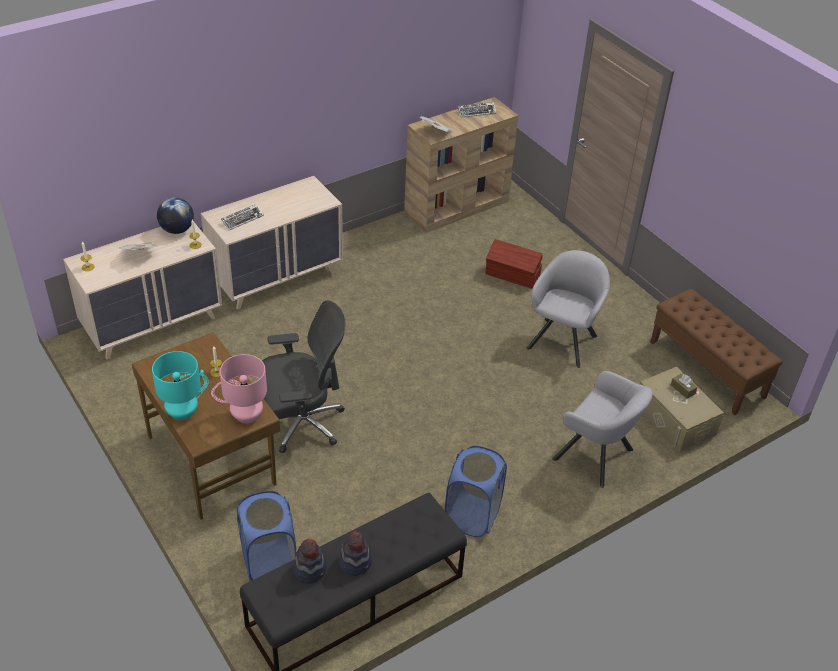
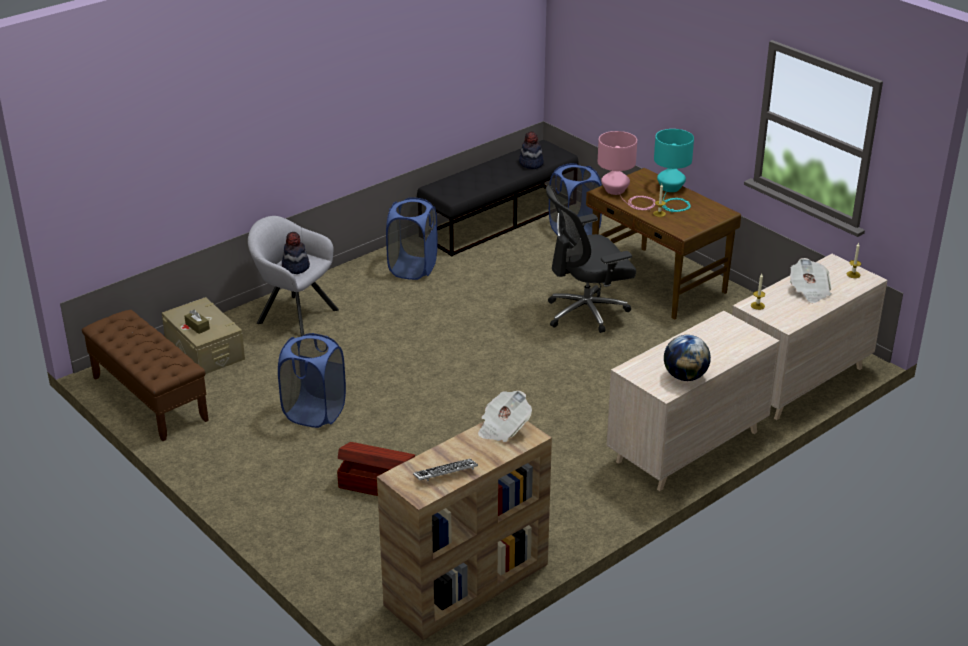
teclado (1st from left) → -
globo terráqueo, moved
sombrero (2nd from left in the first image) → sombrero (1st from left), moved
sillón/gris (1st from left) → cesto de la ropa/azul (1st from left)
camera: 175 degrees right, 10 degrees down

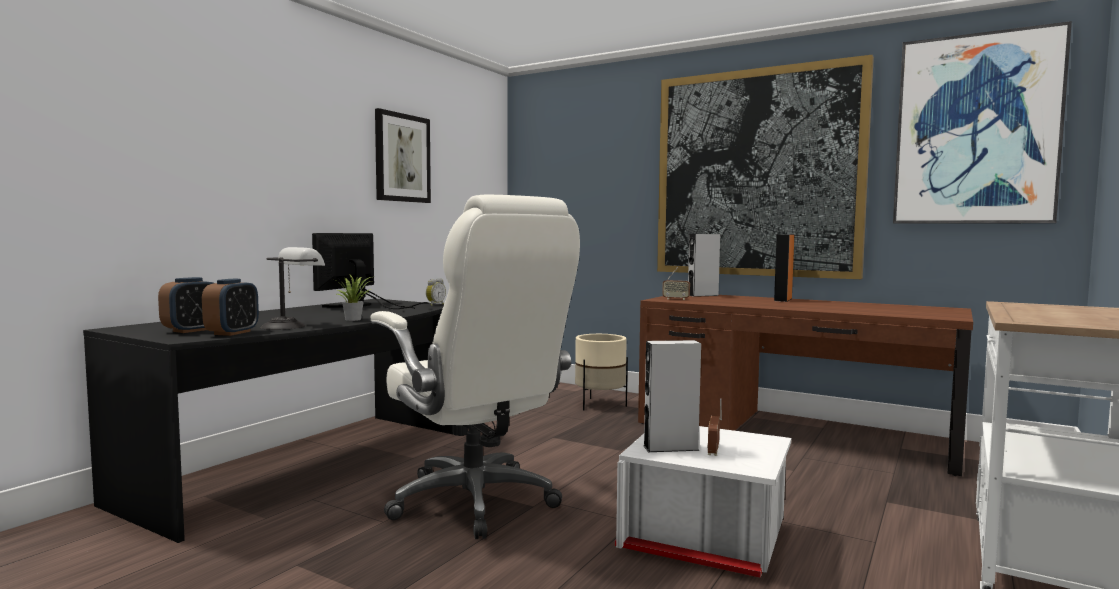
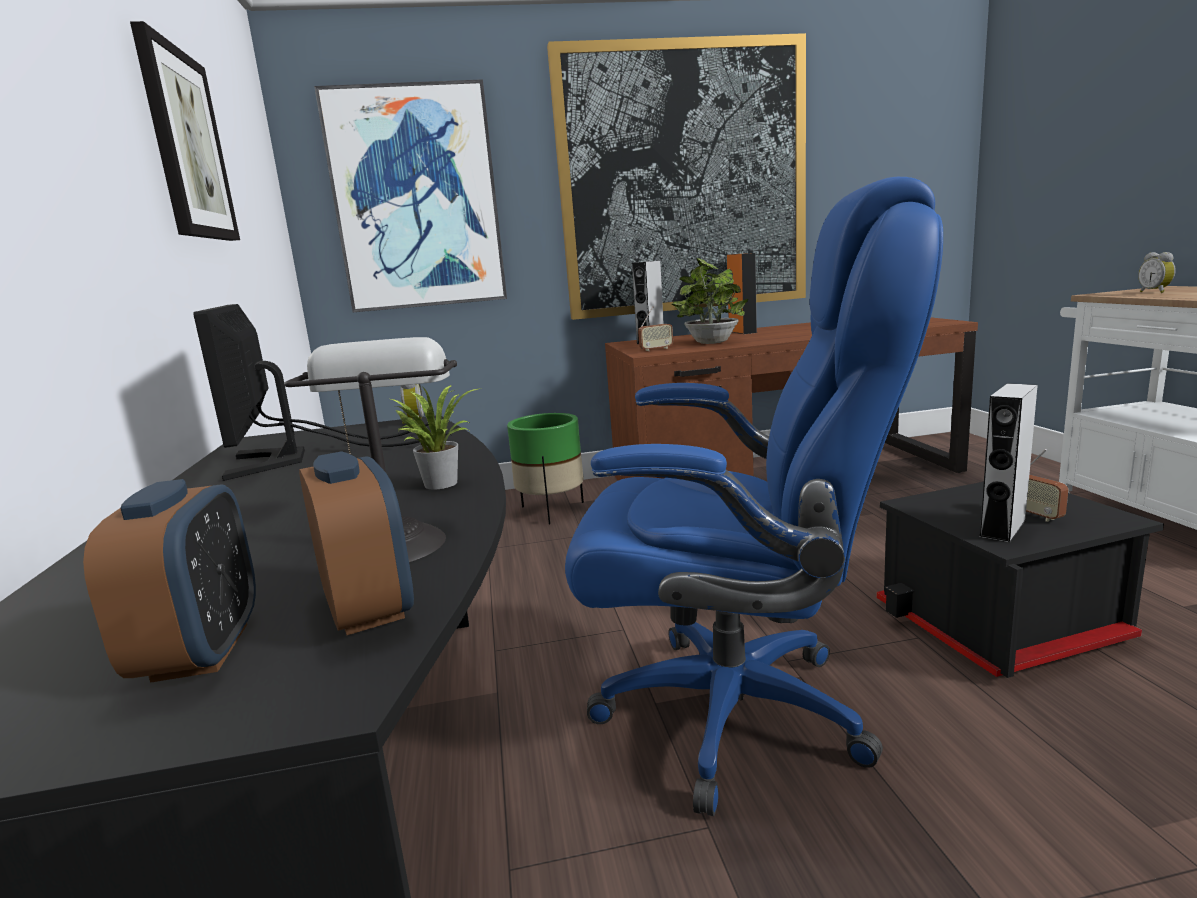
- → planta en maceta (2nd from left)
- → despertador (4th from left)
cuadro (3rd from left in the first image) → cuadro (2nd from left), moved
silla de oficina/blanco → silla de oficina/azul
maceta/beis → maceta/verde
caja de almacenaje/blanco → caja de almacenaje/negro
camera: 40 degrees left, 10 degrees up

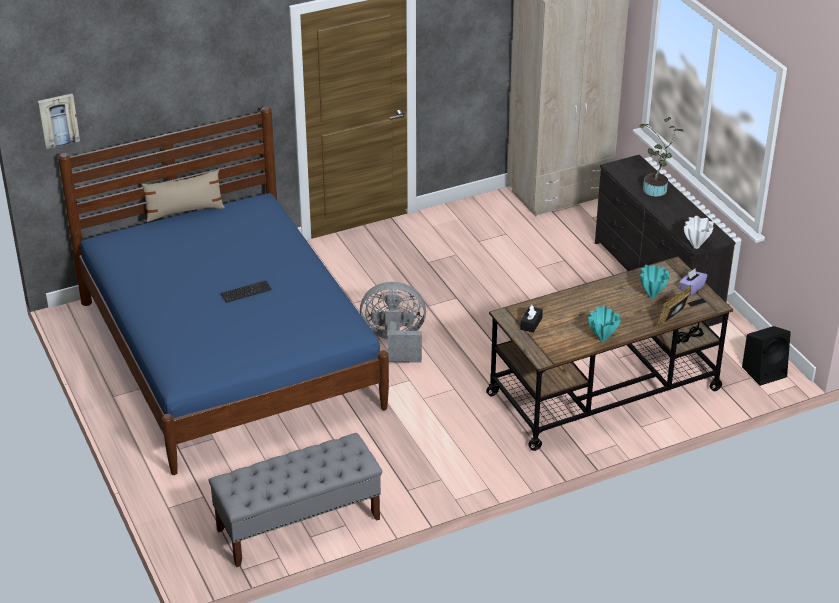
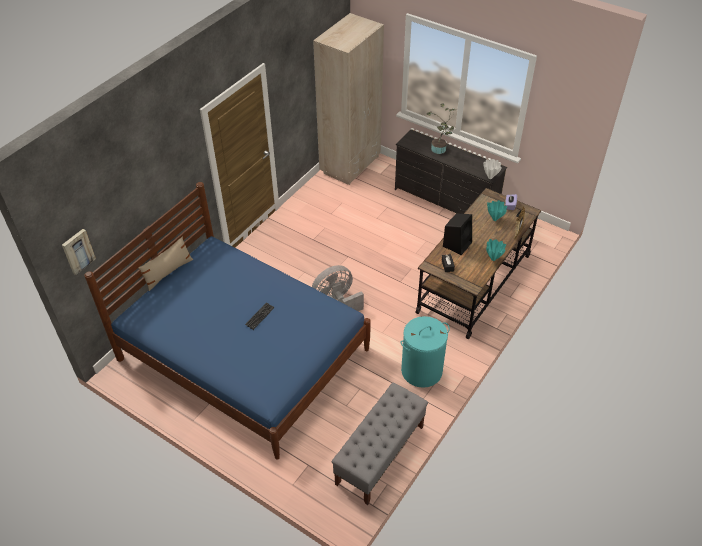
- → cesto de la ropa/turquesa
altavoz/negro, moved
camera: 30 degrees left, 10 degrees up

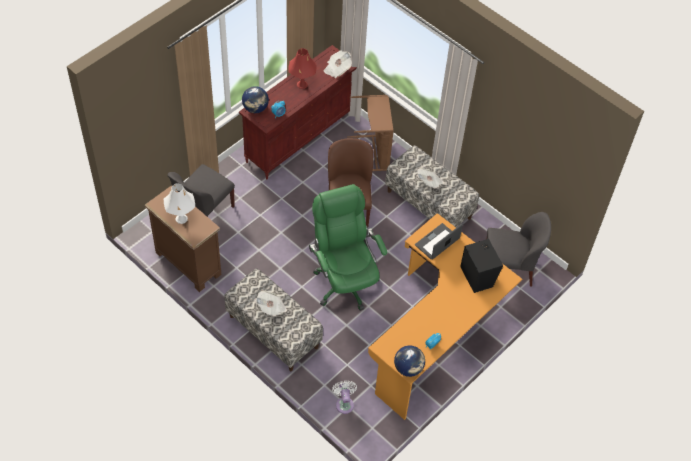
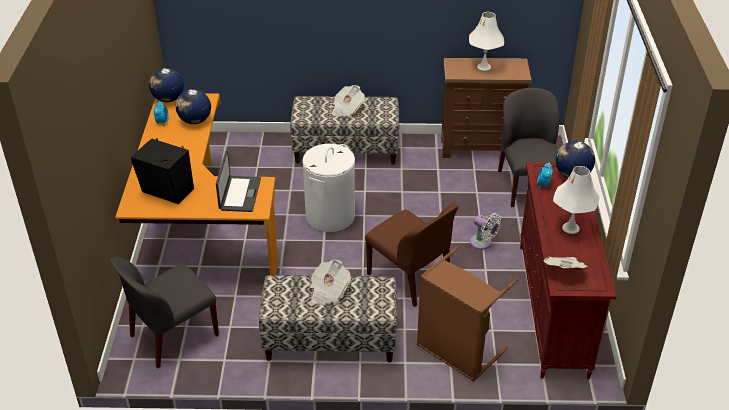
- → globo terráqueo (2nd from left)
ventilador/blanco, moved
silla de oficina/verde → cesto de la ropa/blanco
lámpara de mesa/rojo → lámpara de mesa/blanco (2nd from left)
camera: 140 degrees right, 15 degrees down

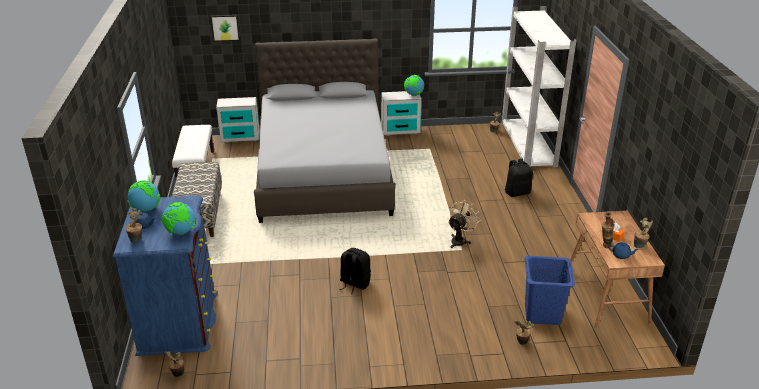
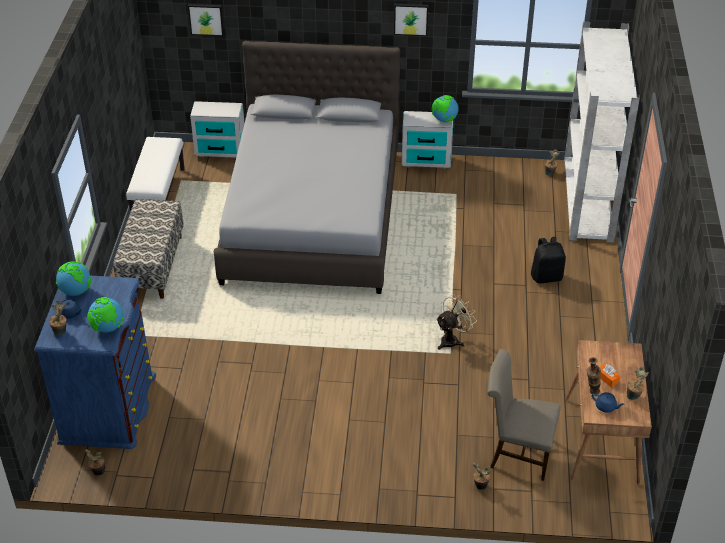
mochila/negro (1st from left) → -
- → cuadro (2nd from left)
cesto de la ropa/azul → silla/beis
camera: 10 degrees right, 10 degrees up

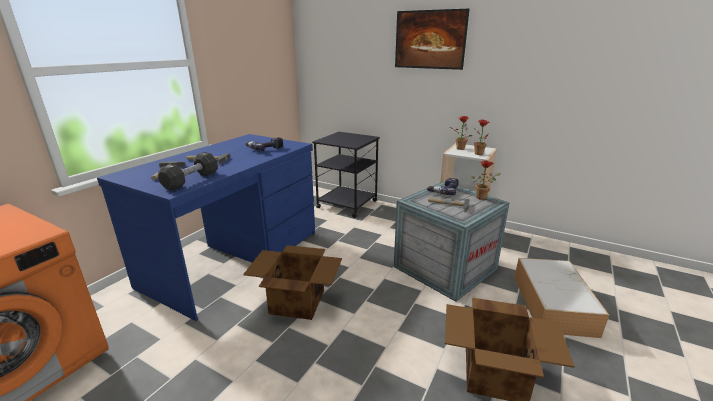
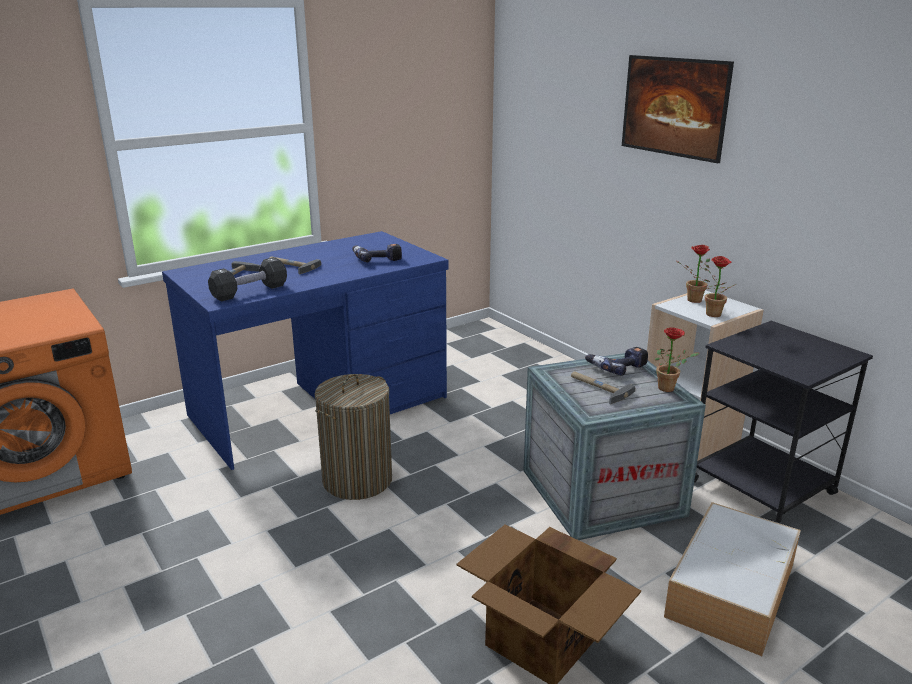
carrito/negro, moved
caja de cartón (1st from left) → cesto de la ropa
camera: 25 degrees right, 0 degrees up

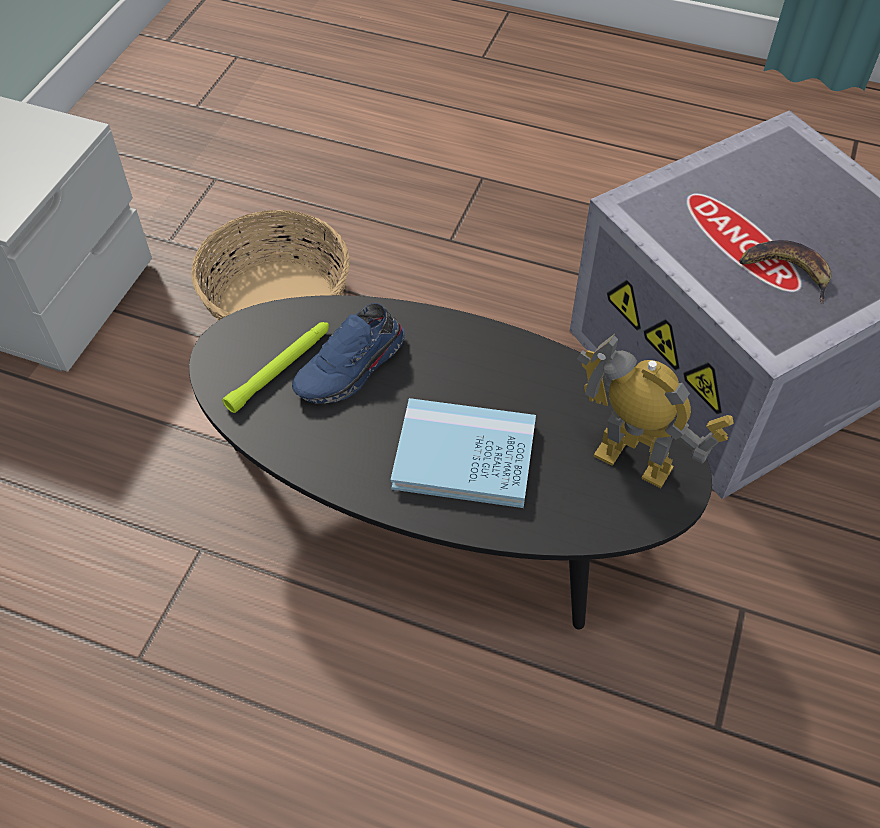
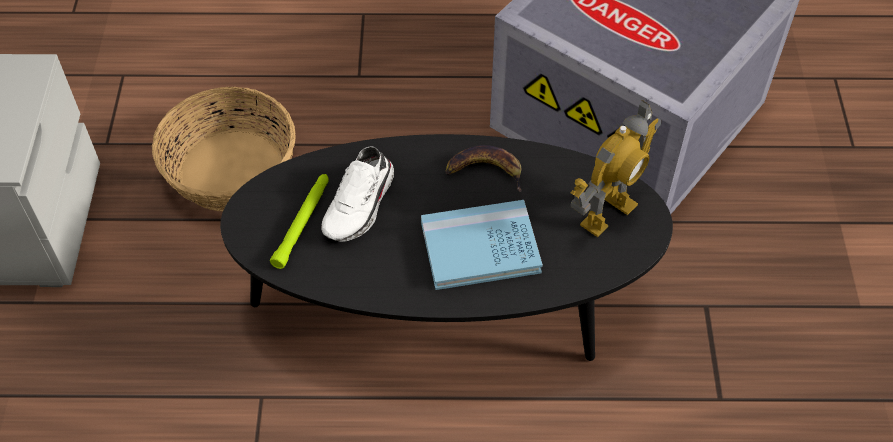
plátano, moved
zapato/azul → zapato/blanco
robot de juguete, 120 degrees clockwise
camera: 20 degrees left, 0 degrees up

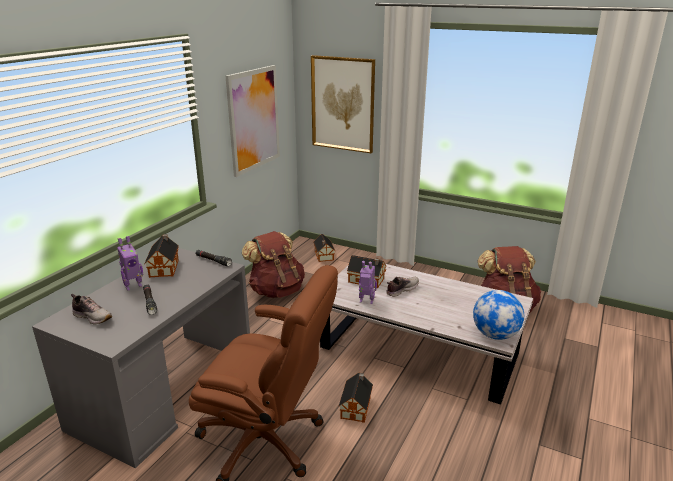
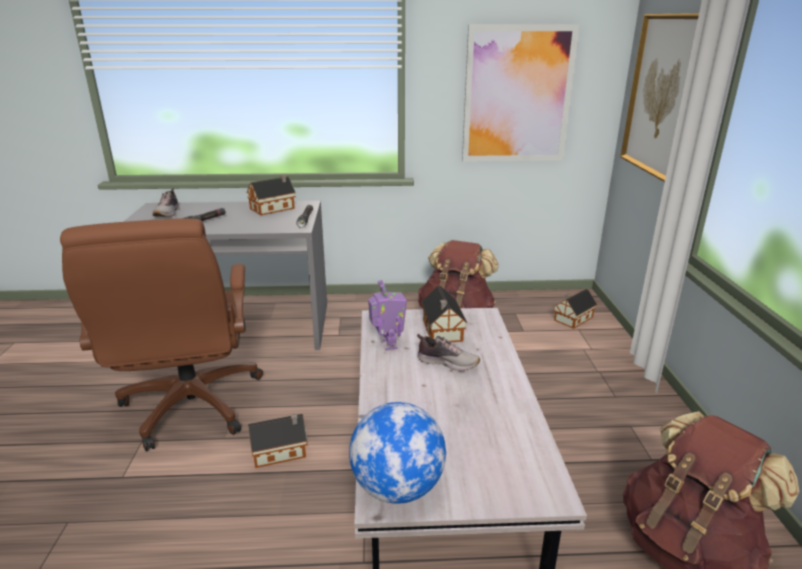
robot de juguete (1st from left) → -
camera: 60 degrees right, 0 degrees up

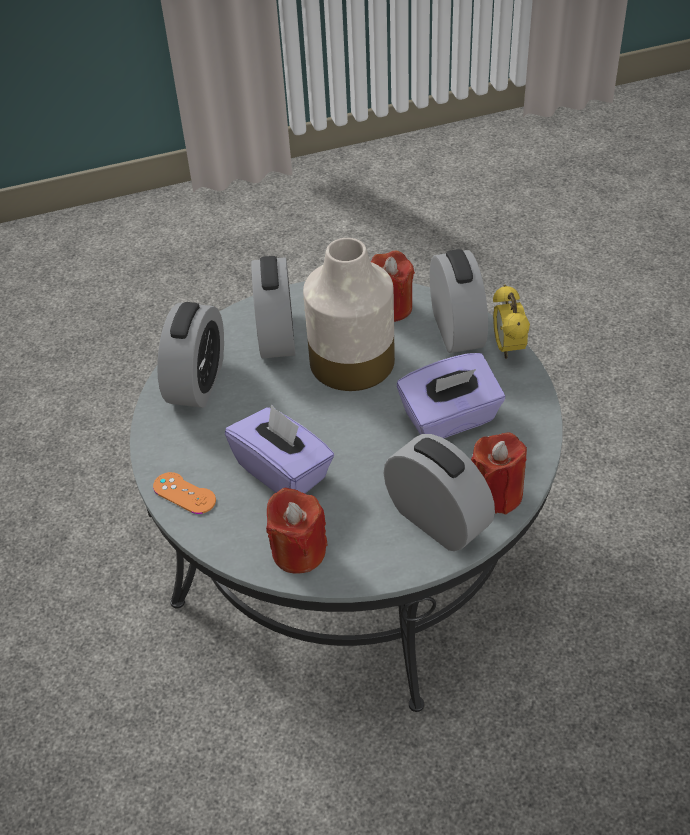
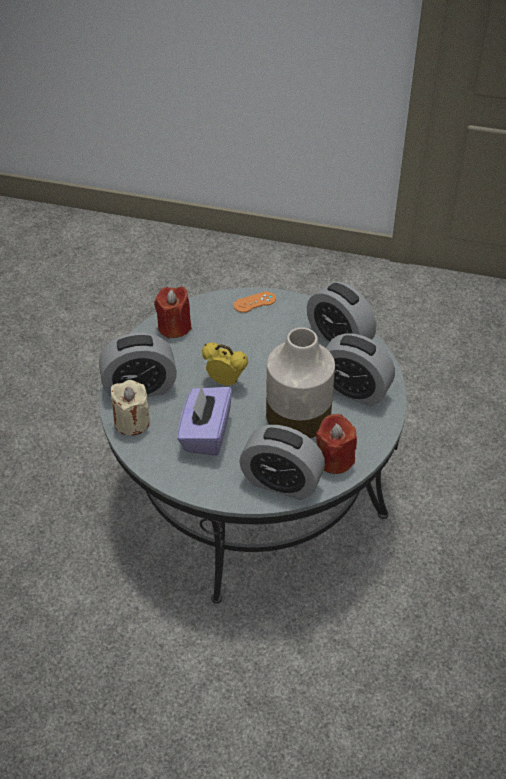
caja de pañuelos/morado (1st from left) → -
despertador (5th from left in the first image) → despertador (2nd from left), moved
vela/rojo (3rd from left) → vela/beis
camera: 120 degrees right, 0 degrees up

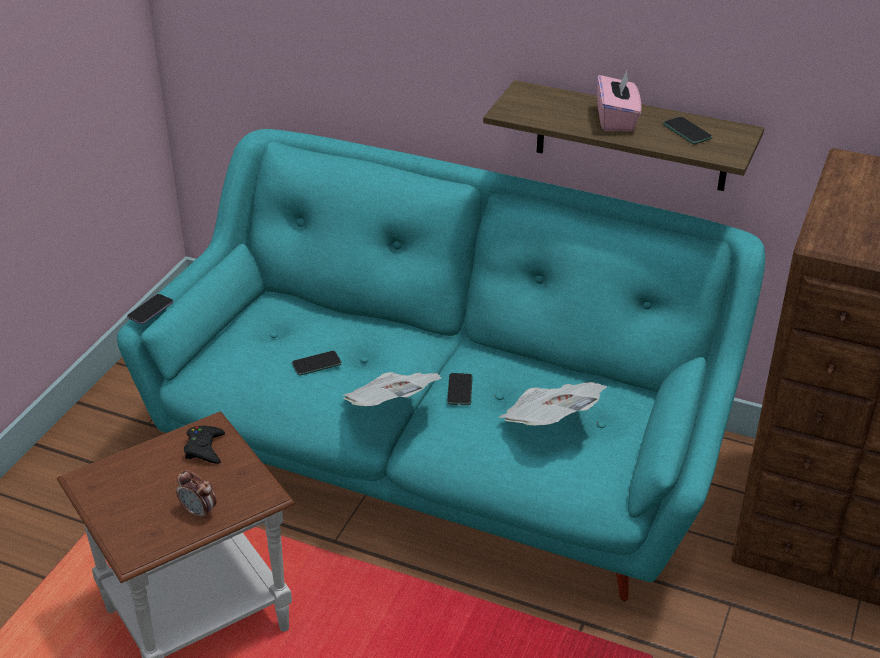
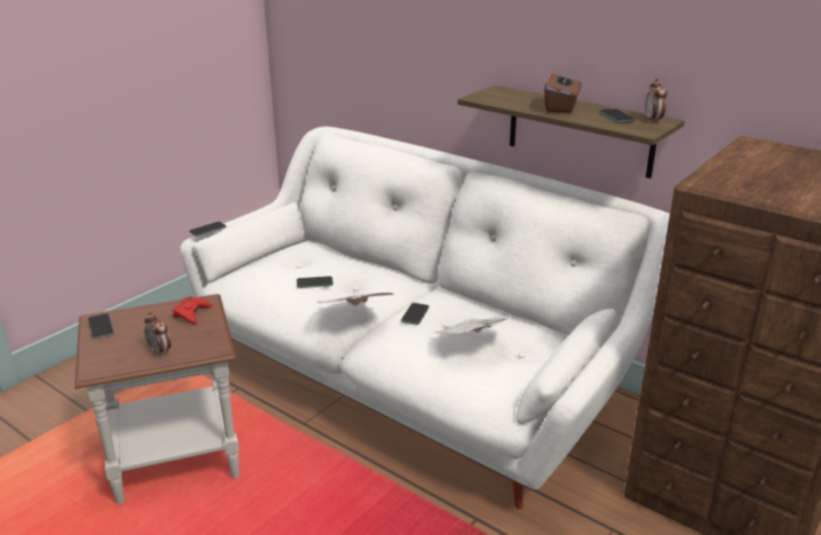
- → móvil (1st from left)
- → despertador (2nd from left)
sofá/turquesa → sofá/blanco
mando de consola/negro → mando de consola/rojo
caja de pañuelos/rosa → caja de pañuelos/marrón
camera: 15 degrees right, 10 degrees down

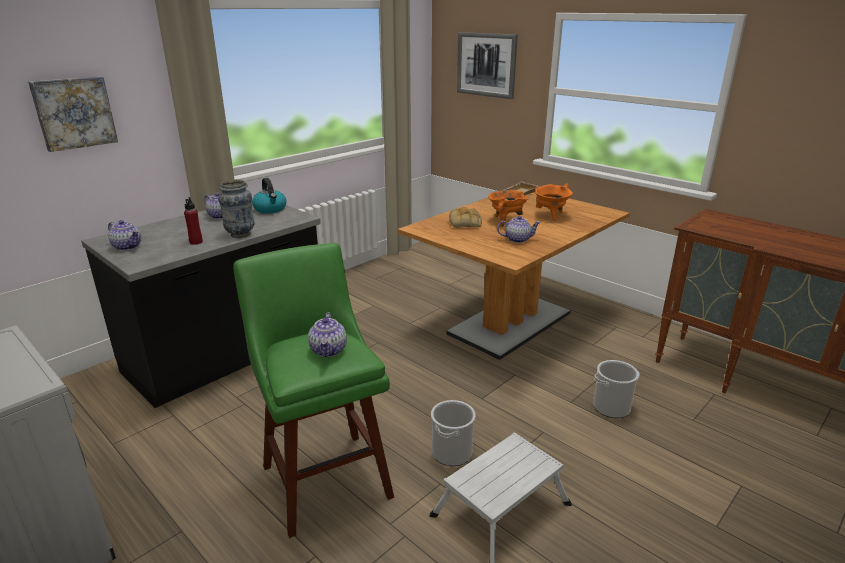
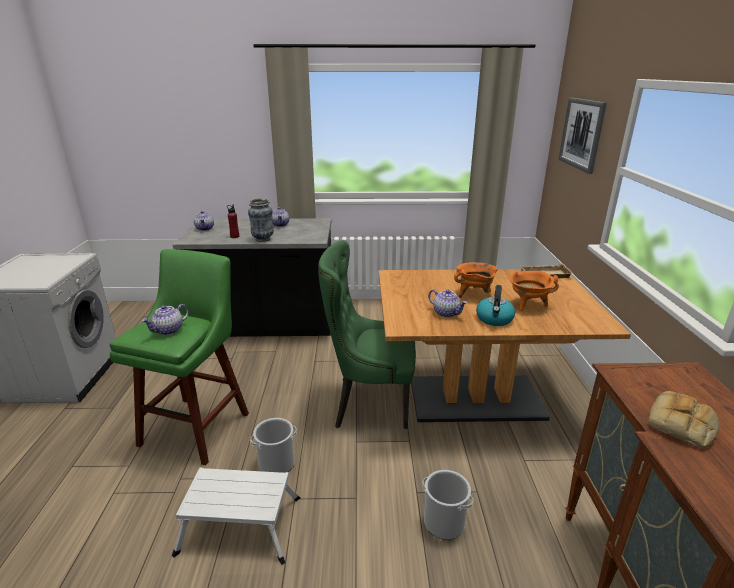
cuadro (1st from left) → -
- → silla/verde
hervidor, moved
pan, moved
camera: 45 degrees right, 0 degrees up

